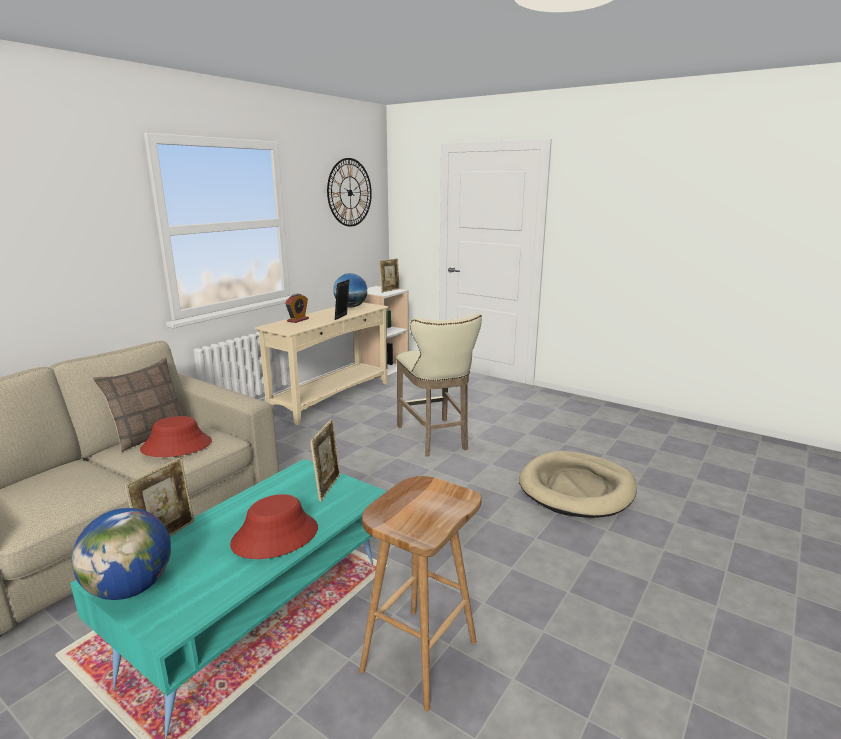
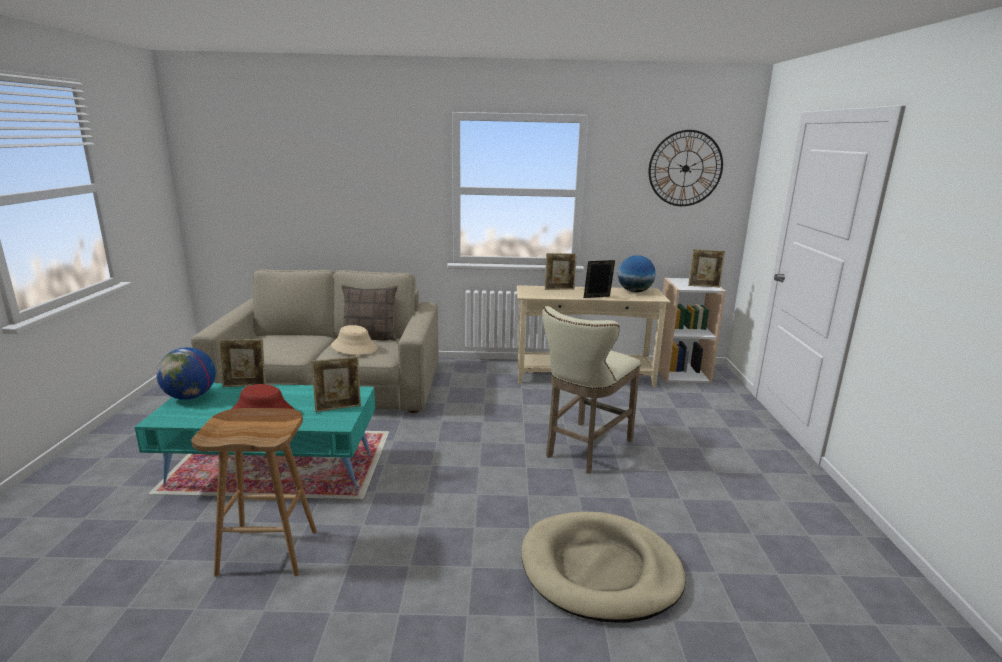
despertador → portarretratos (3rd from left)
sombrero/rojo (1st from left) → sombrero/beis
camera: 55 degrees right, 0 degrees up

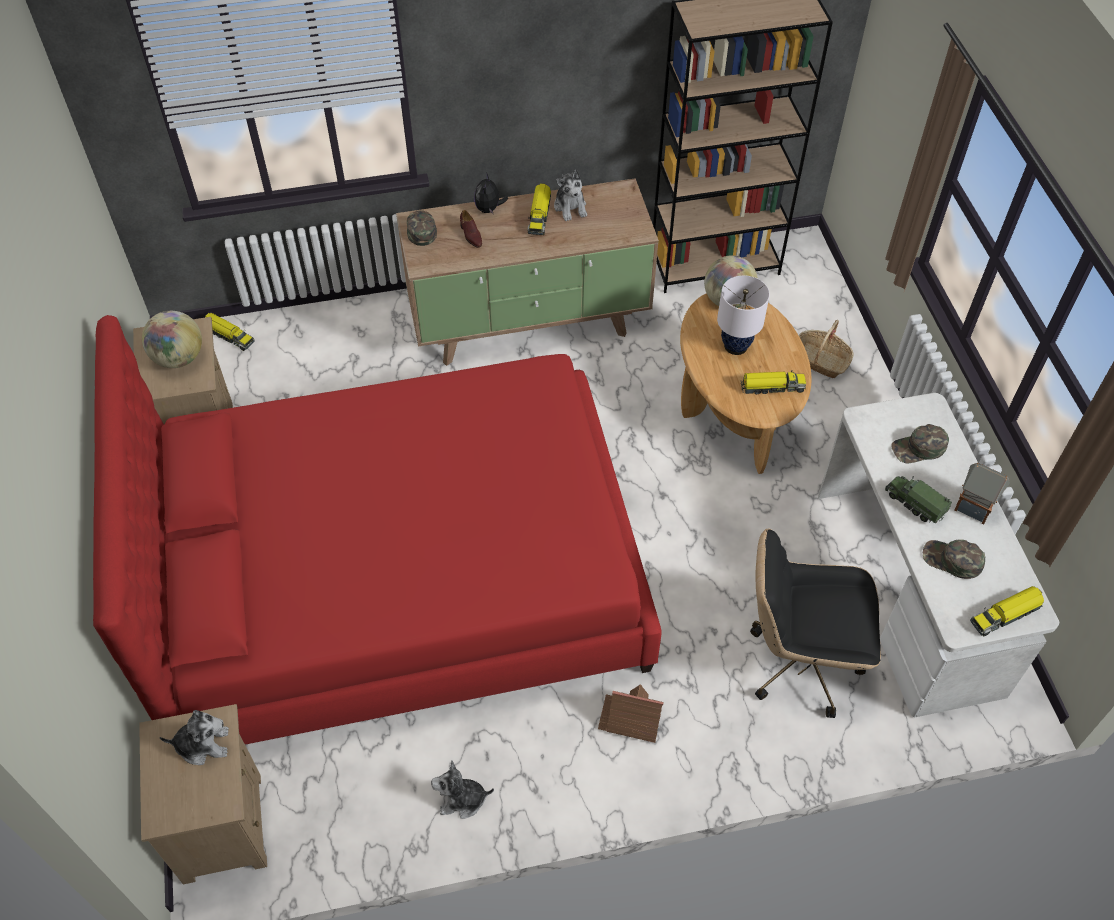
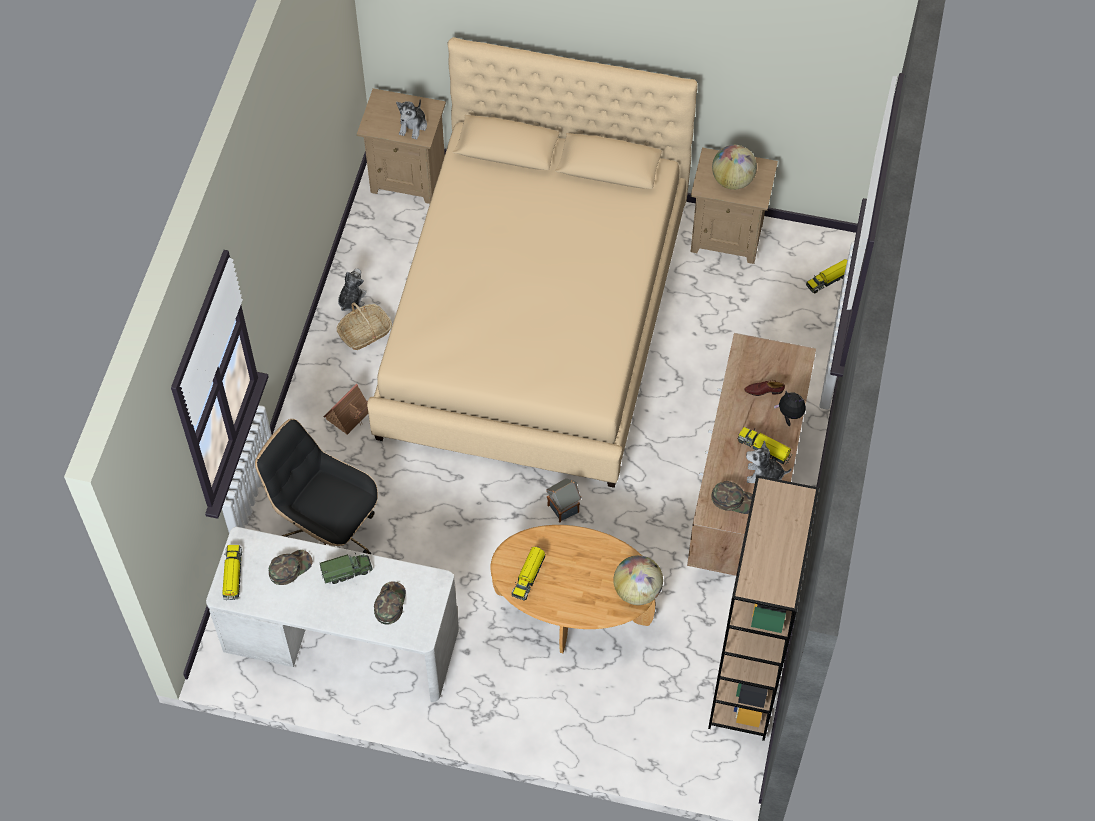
lámpara de mesa/blanco → -
gorra/verde (1st from left in the first image) → gorra/verde (3rd from left), moved
cesta, moved
casita (2nd from left), moved
cama/rojo → cama/beis
silla de oficina/negro, 90 degrees counterclockwise
camera: 115 degrees right, 5 degrees up

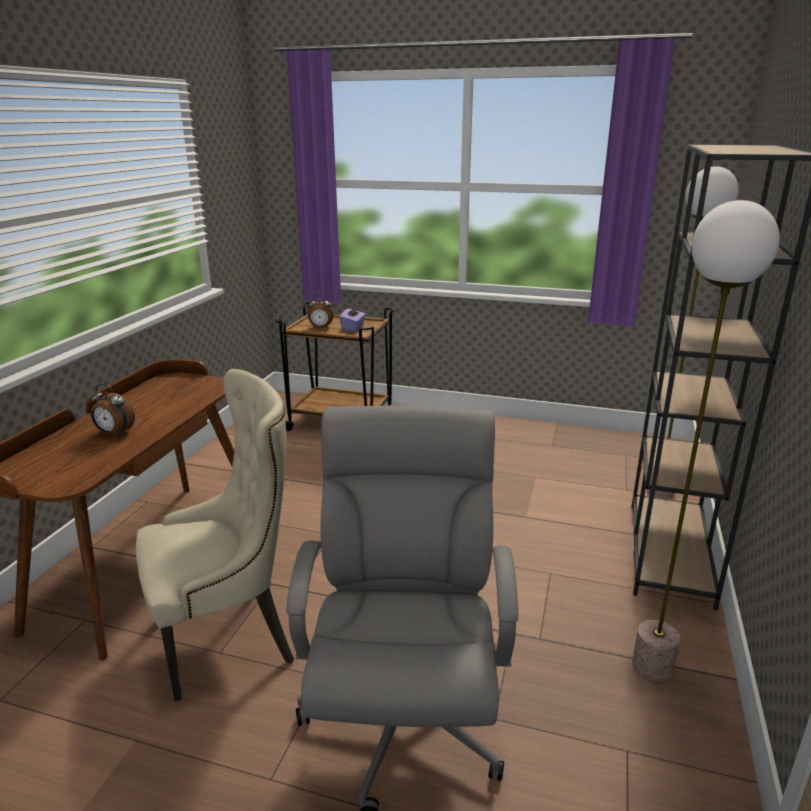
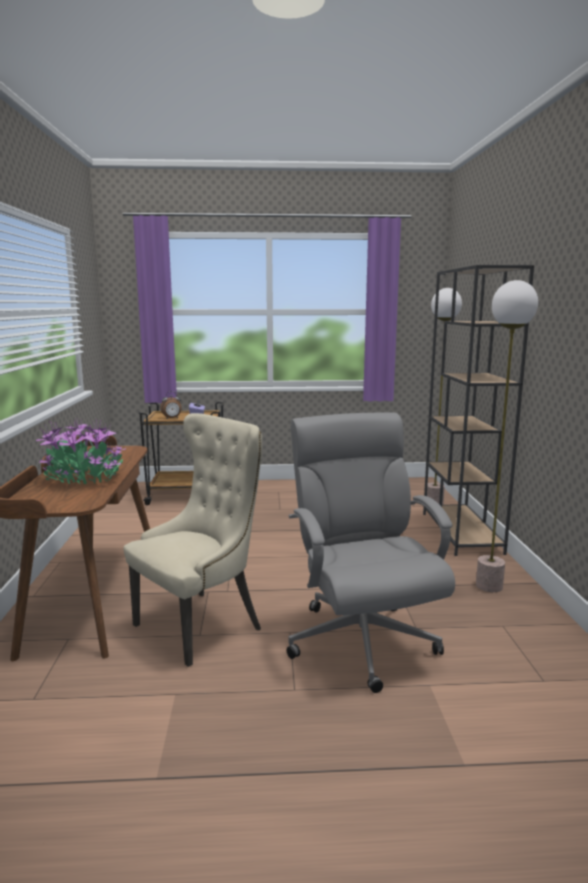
despertador (1st from left) → planta en maceta
camera: 20 degrees left, 10 degrees down

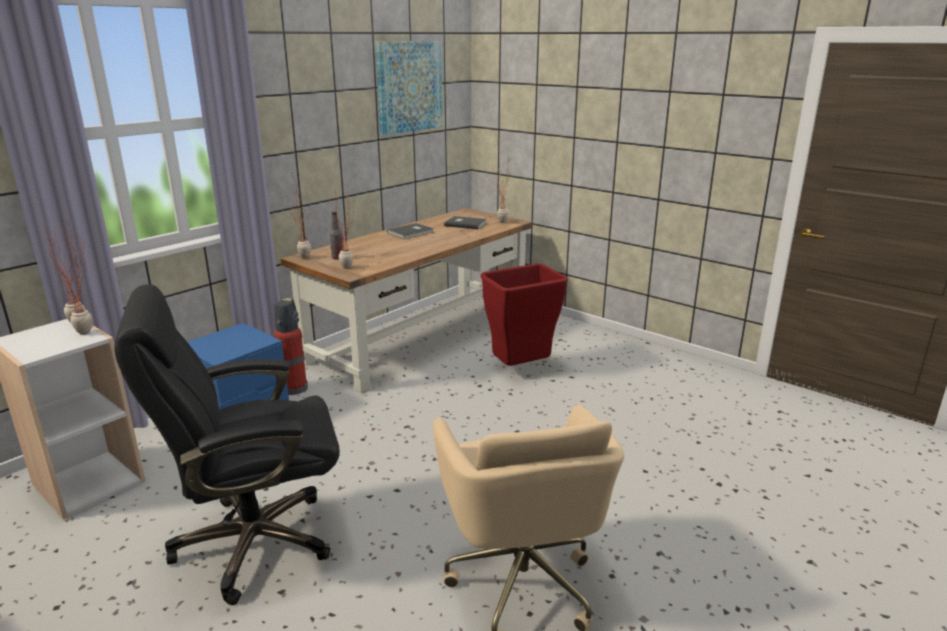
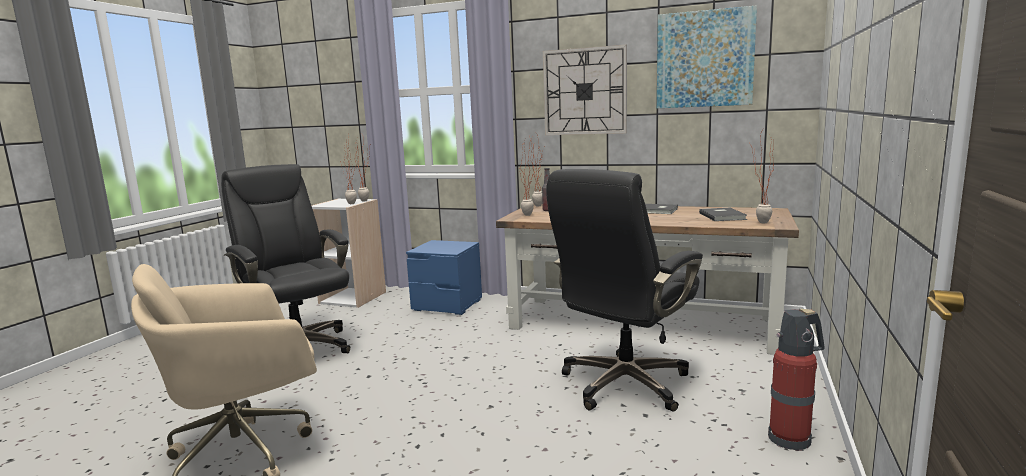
- → reloj de pared
extintor, moved
papelera/rojo → silla de oficina/negro (2nd from left)
camera: 70 degrees right, 10 degrees down

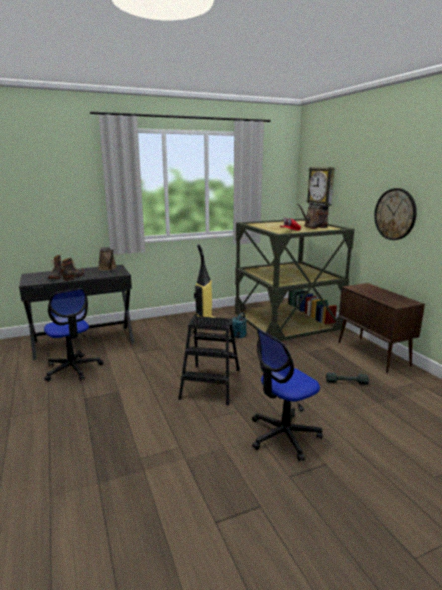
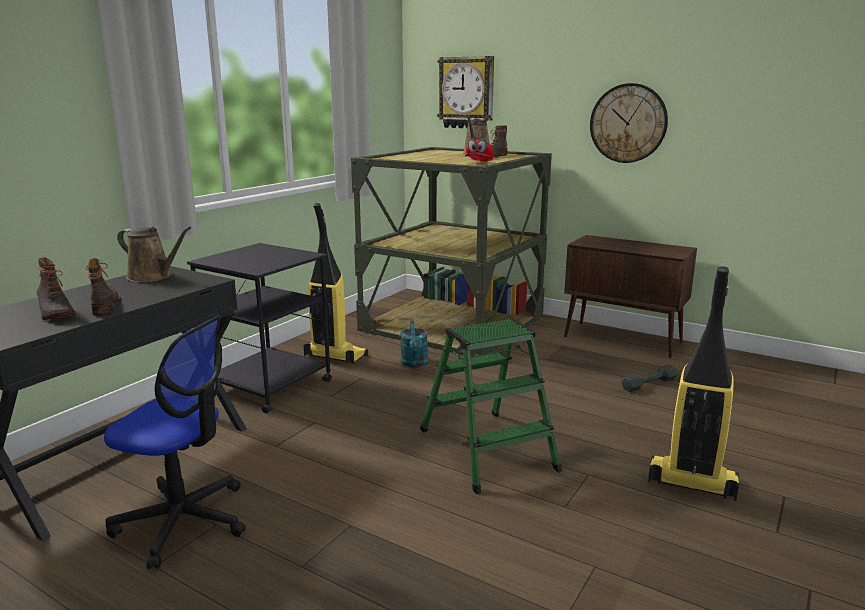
- → carrito/negro
silla de oficina (2nd from left) → aspiradora (2nd from left)
escalera de tijera/negro → escalera de tijera/verde
camera: 35 degrees left, 0 degrees up

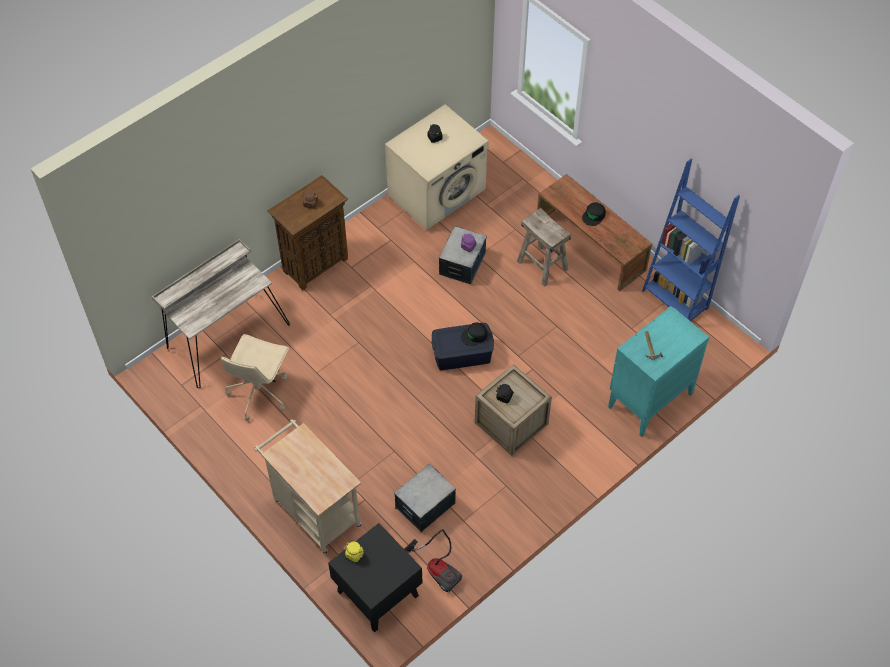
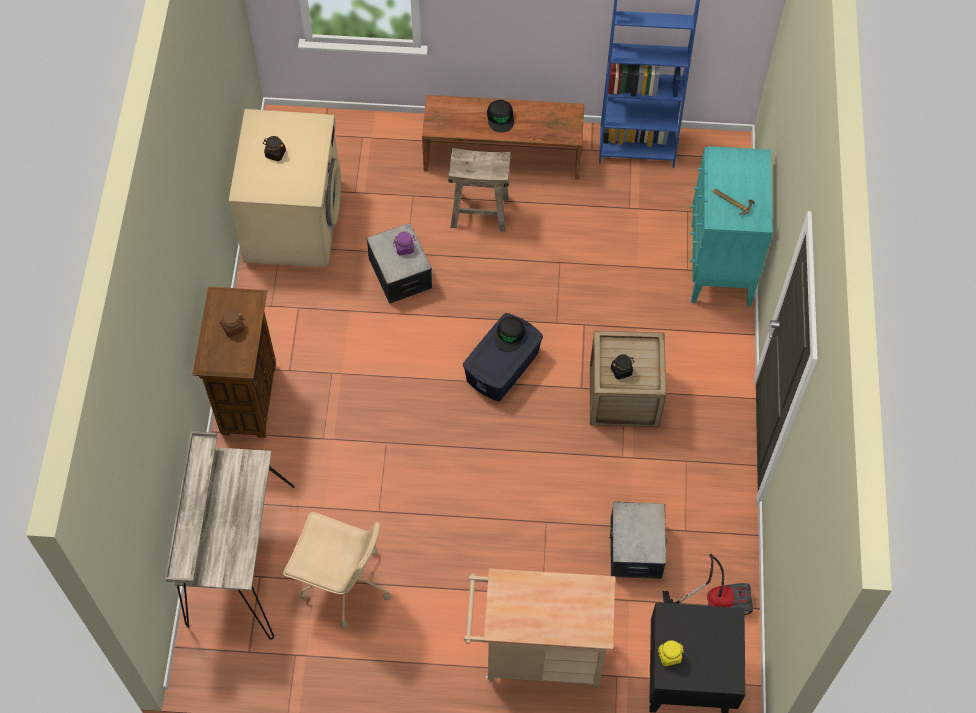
silla de oficina/beis, 45 degrees counterclockwise
camera: 45 degrees left, 5 degrees up

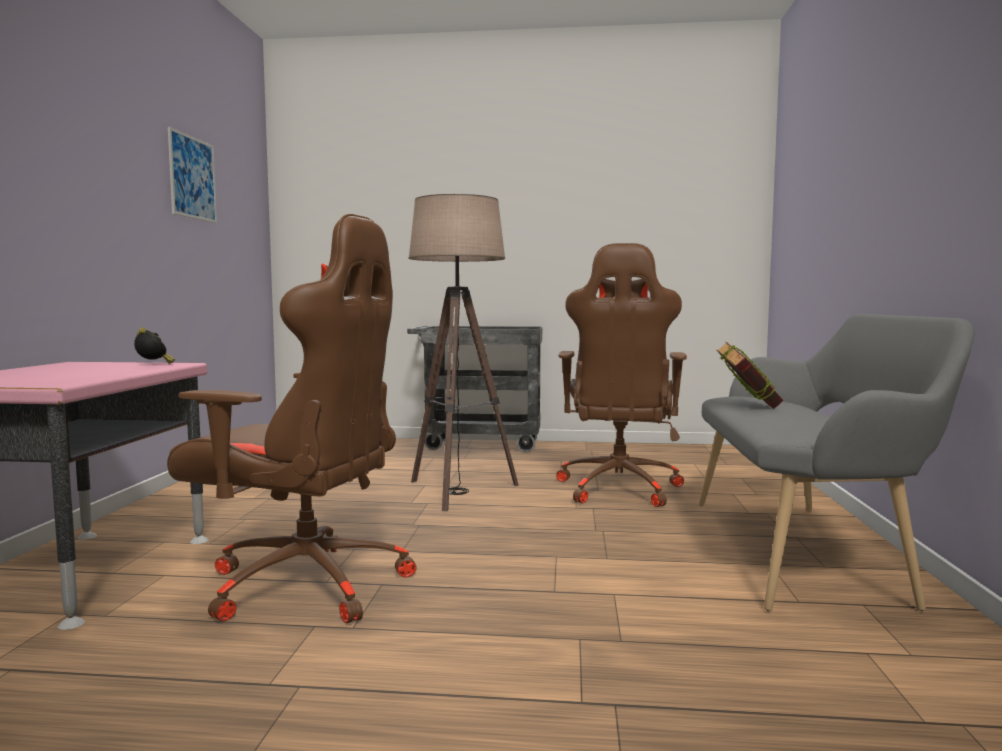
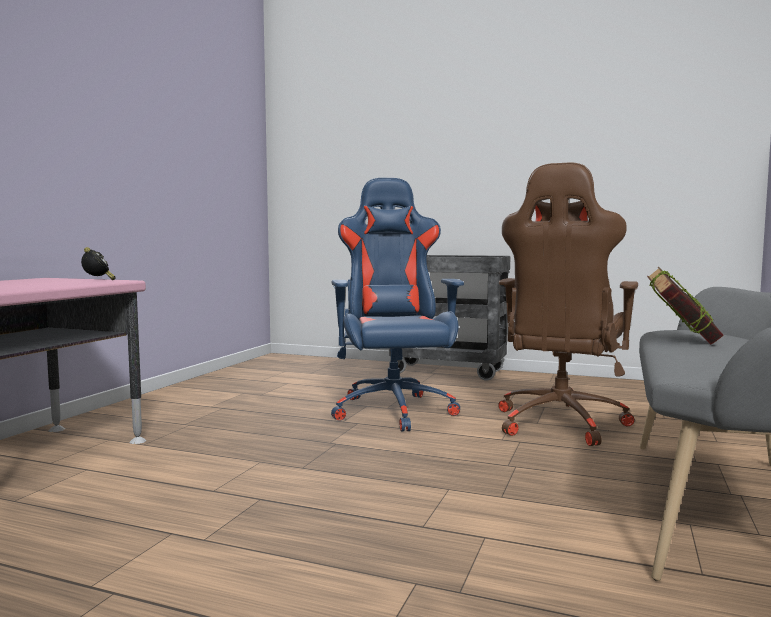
silla de oficina/marrón (1st from left) → -
cuadro → -
lámpara de pie → silla de oficina/azul
camera: 15 degrees right, 0 degrees up

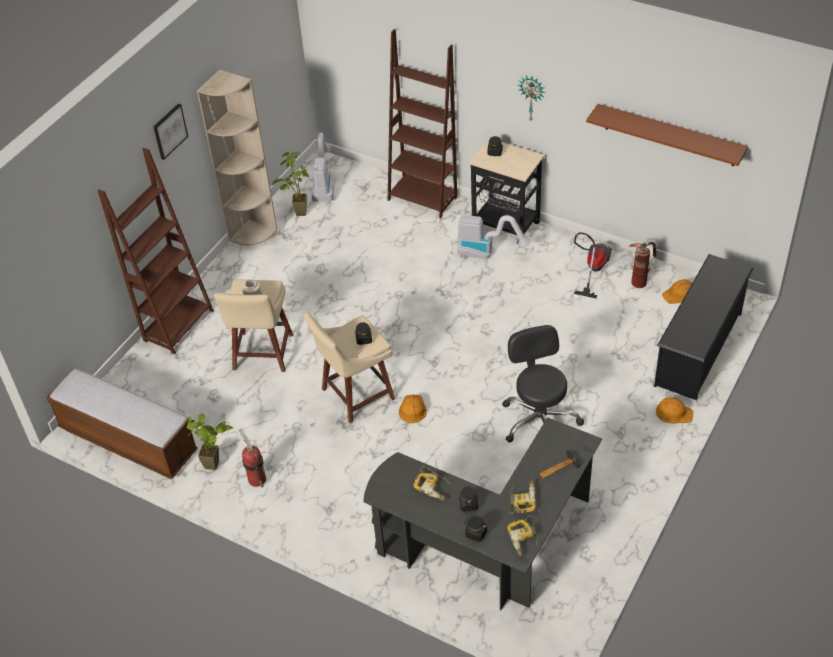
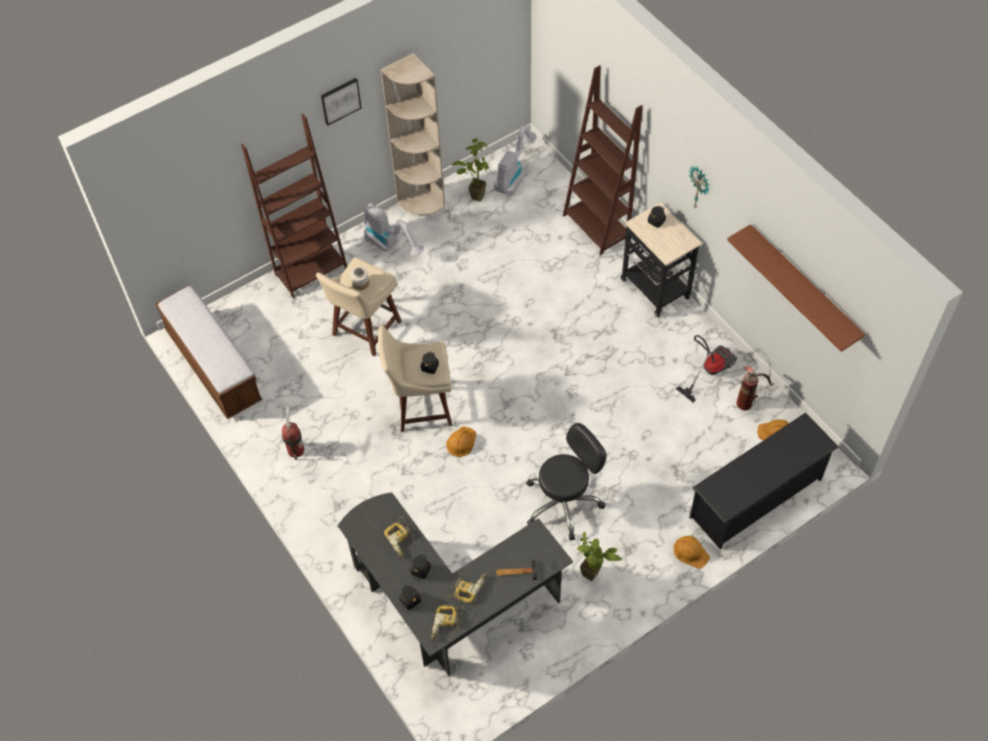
planta en maceta (1st from left in the first image) → planta en maceta (2nd from left), moved
aspiradora (2nd from left in the first image) → aspiradora (1st from left), moved
silla de oficina/negro, 45 degrees clockwise
camera: 25 degrees right, 10 degrees up

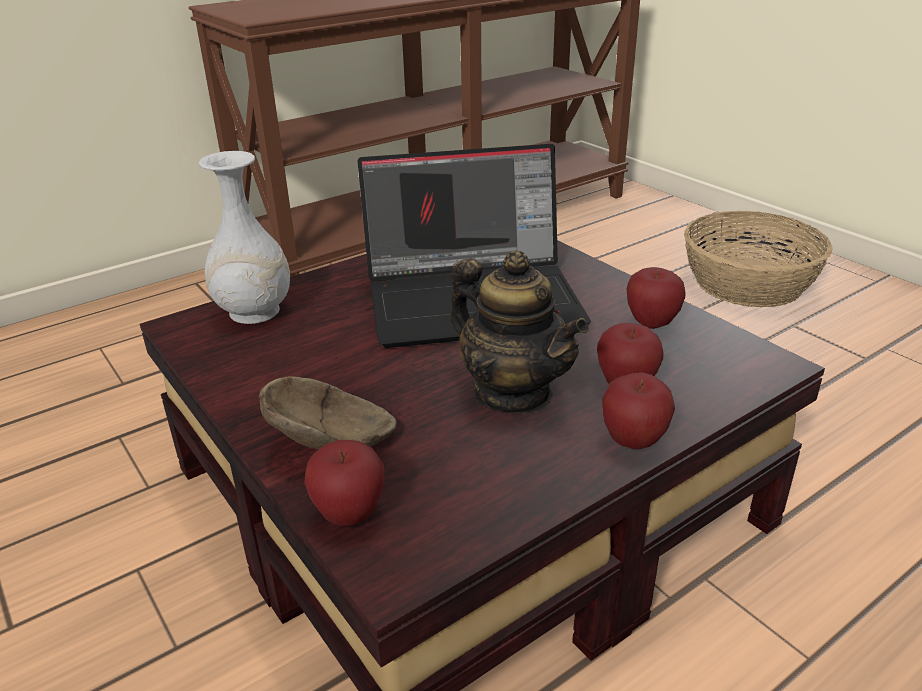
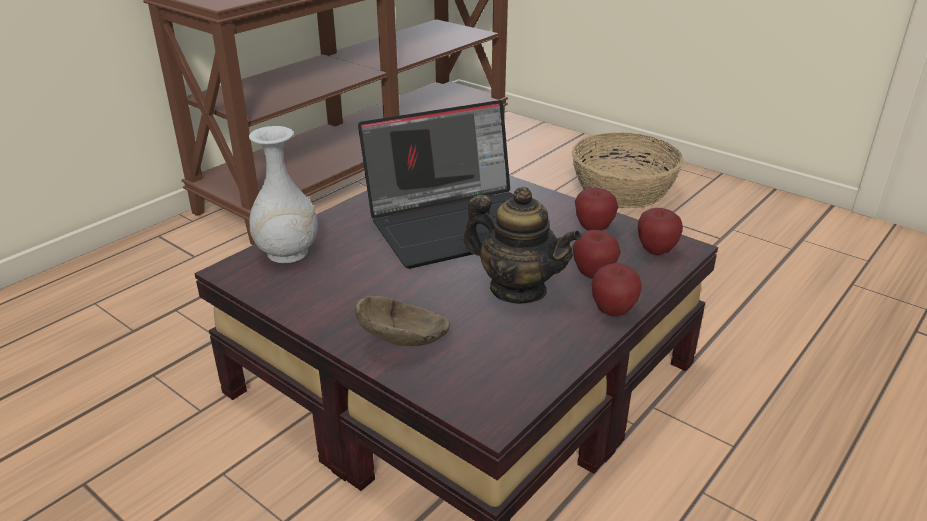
manzana (1st from left in the first image) → manzana (4th from left), moved
camera: 15 degrees left, 0 degrees up

